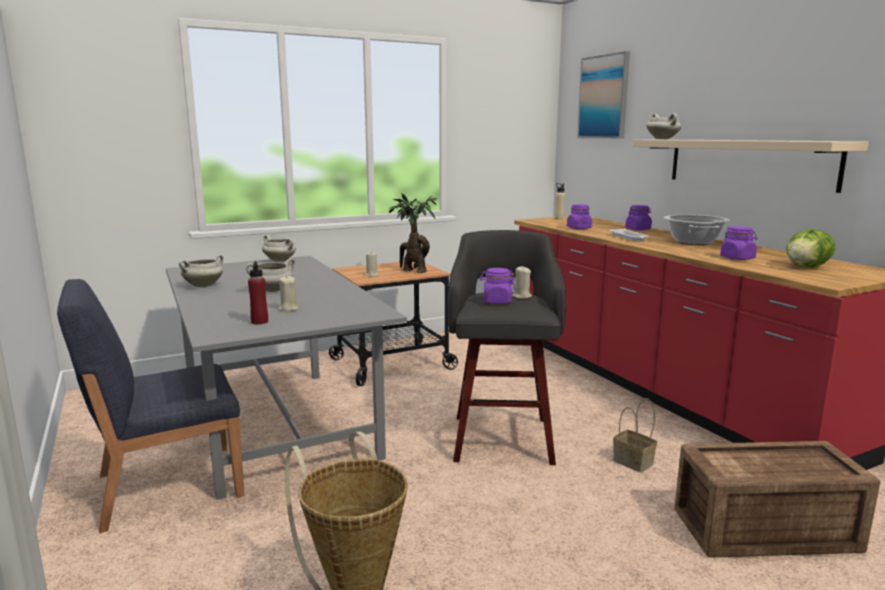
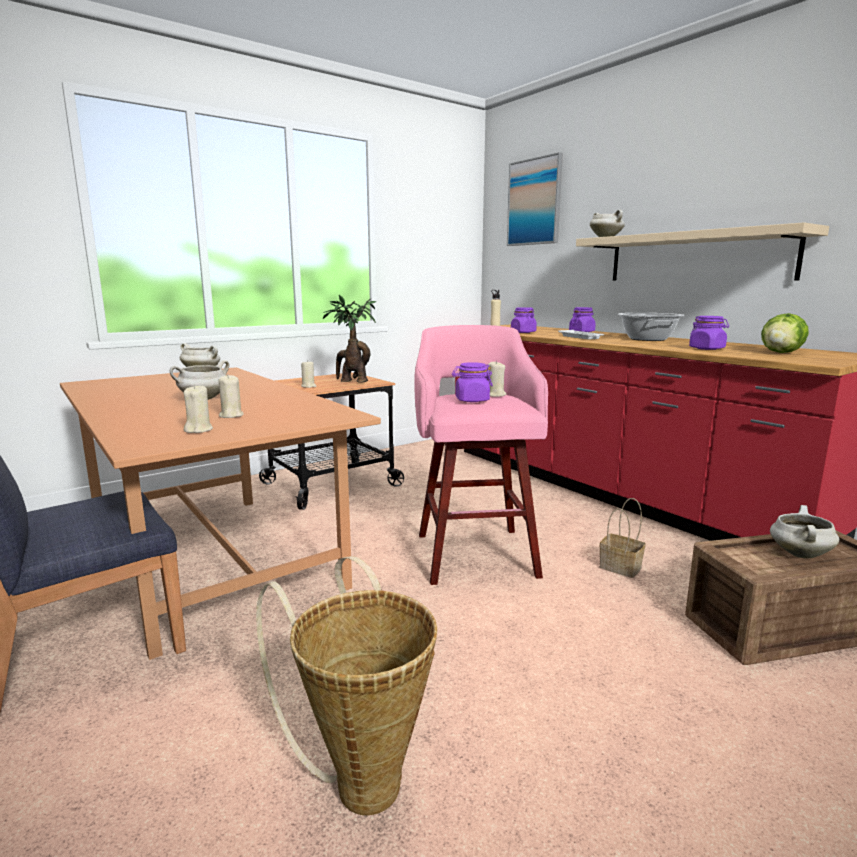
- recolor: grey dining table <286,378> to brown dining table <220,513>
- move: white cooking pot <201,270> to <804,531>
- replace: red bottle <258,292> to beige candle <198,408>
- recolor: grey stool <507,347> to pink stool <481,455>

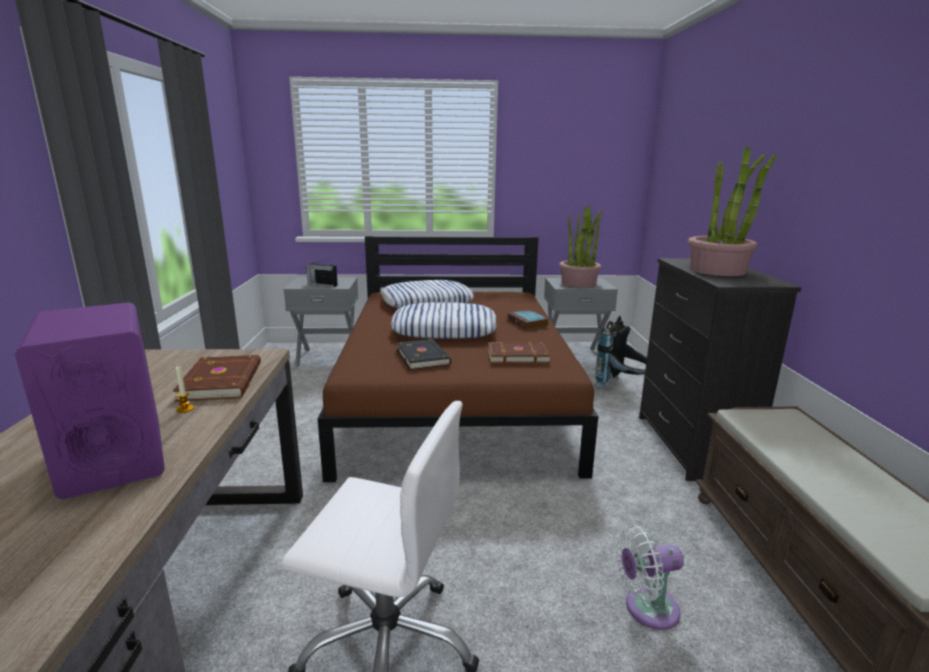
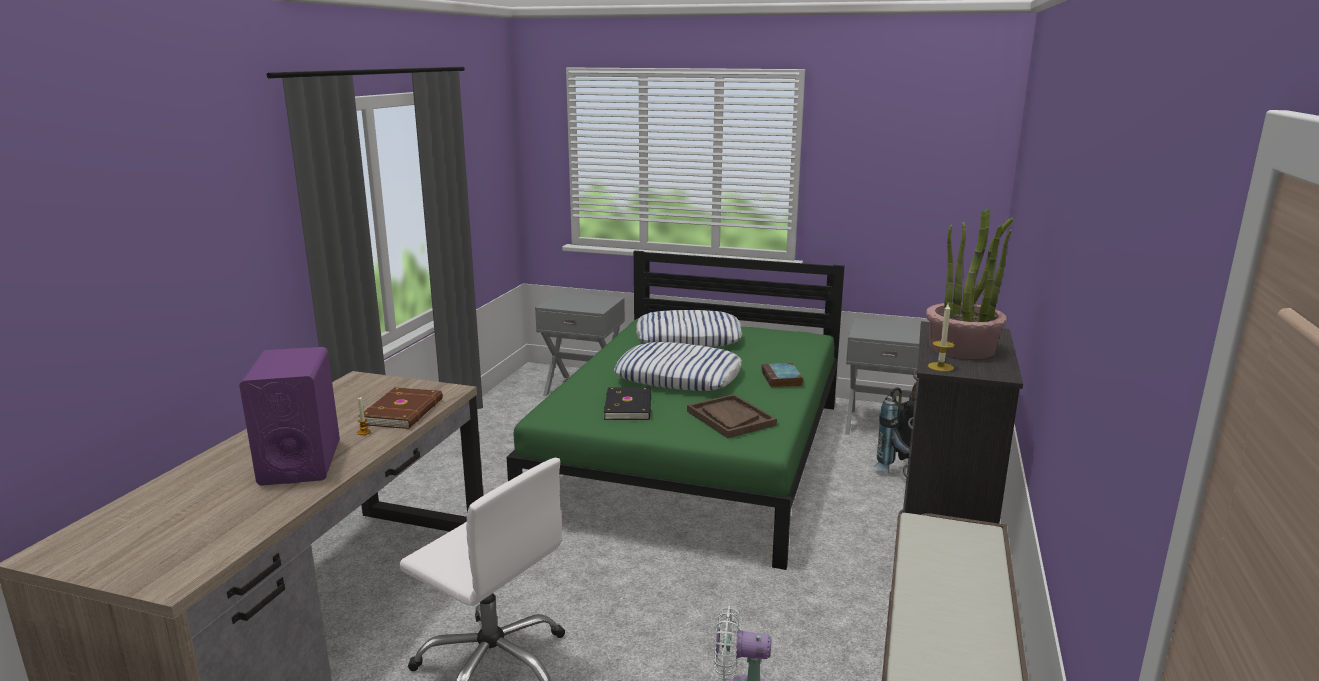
- delete: radio <322,273>
- recolor: brown bed <458,359> to green bed <676,410>
- replace: brown book <519,353> to brown tray <732,416>
- delete: potted plant <580,246>
- insert: candle <941,337>

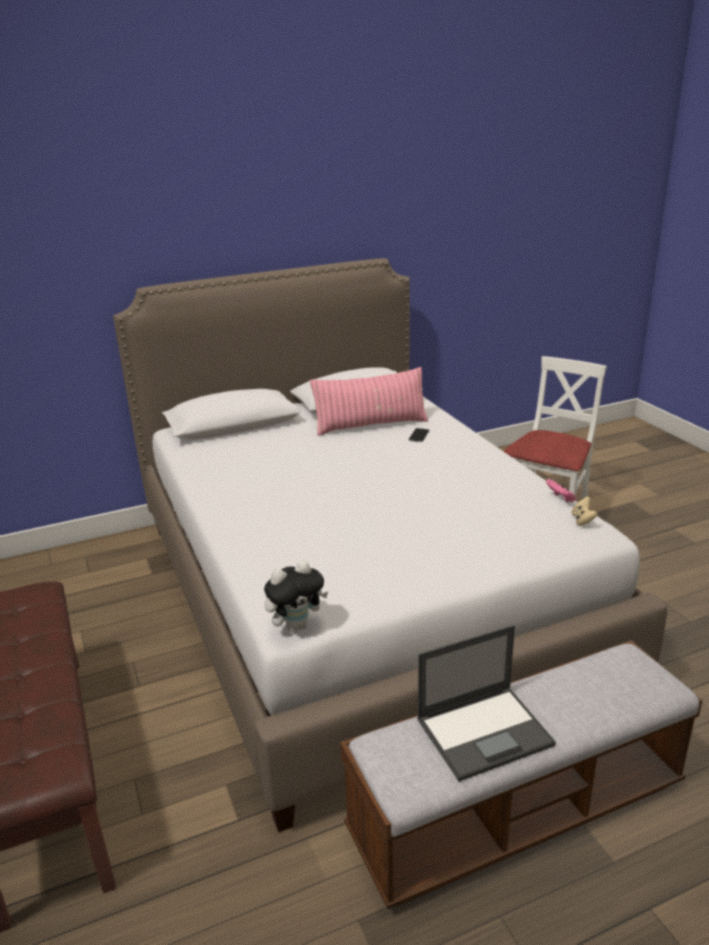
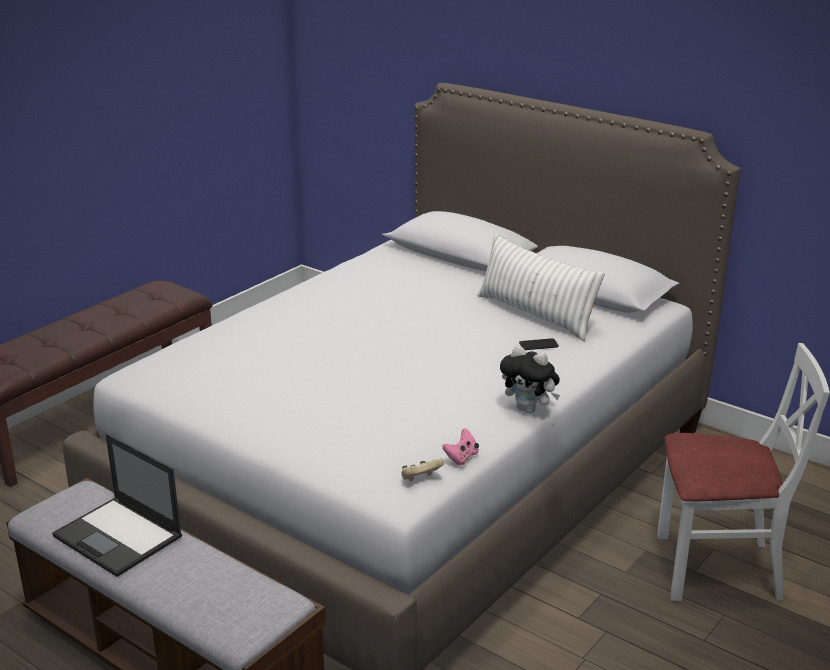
- move: plush toy <296,596> to <530,379>
- recolor: pink pillow <369,401> to white pillow <541,287>

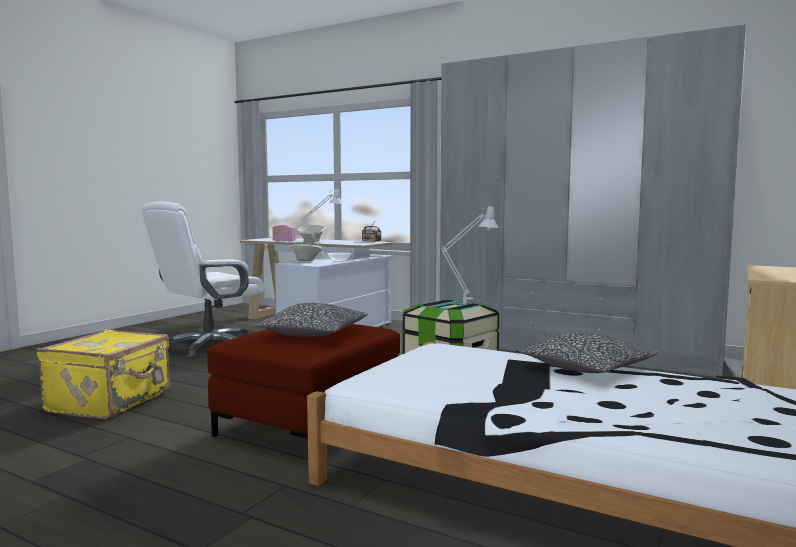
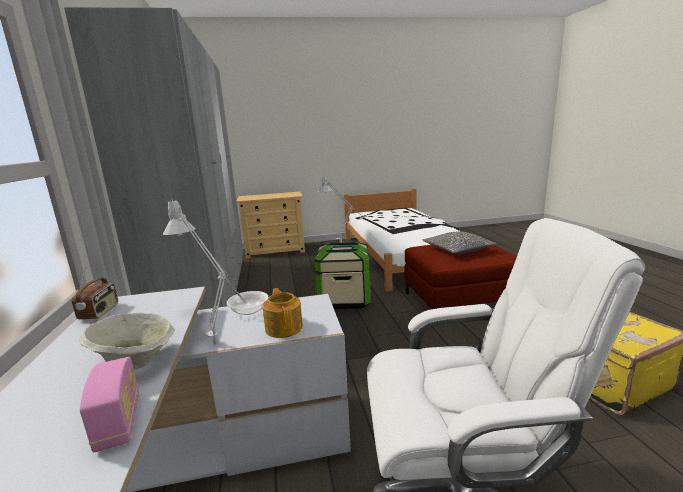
- replace: beige bowl <305,252> to teapot <283,313>
- delete: pillow <589,352>

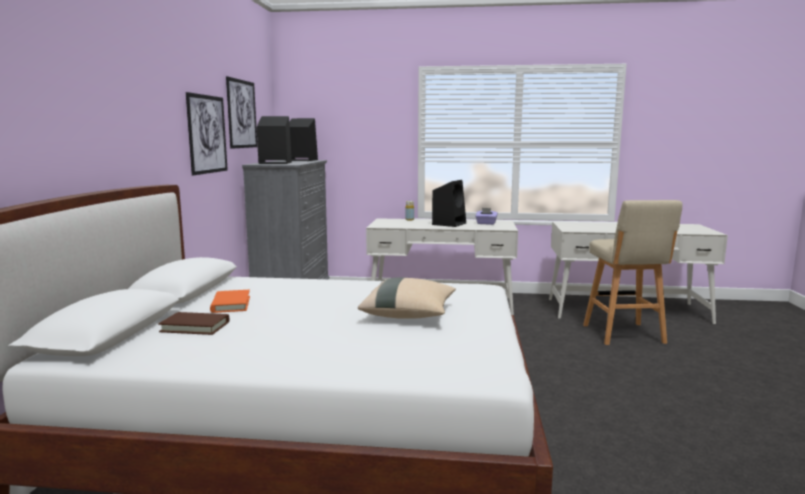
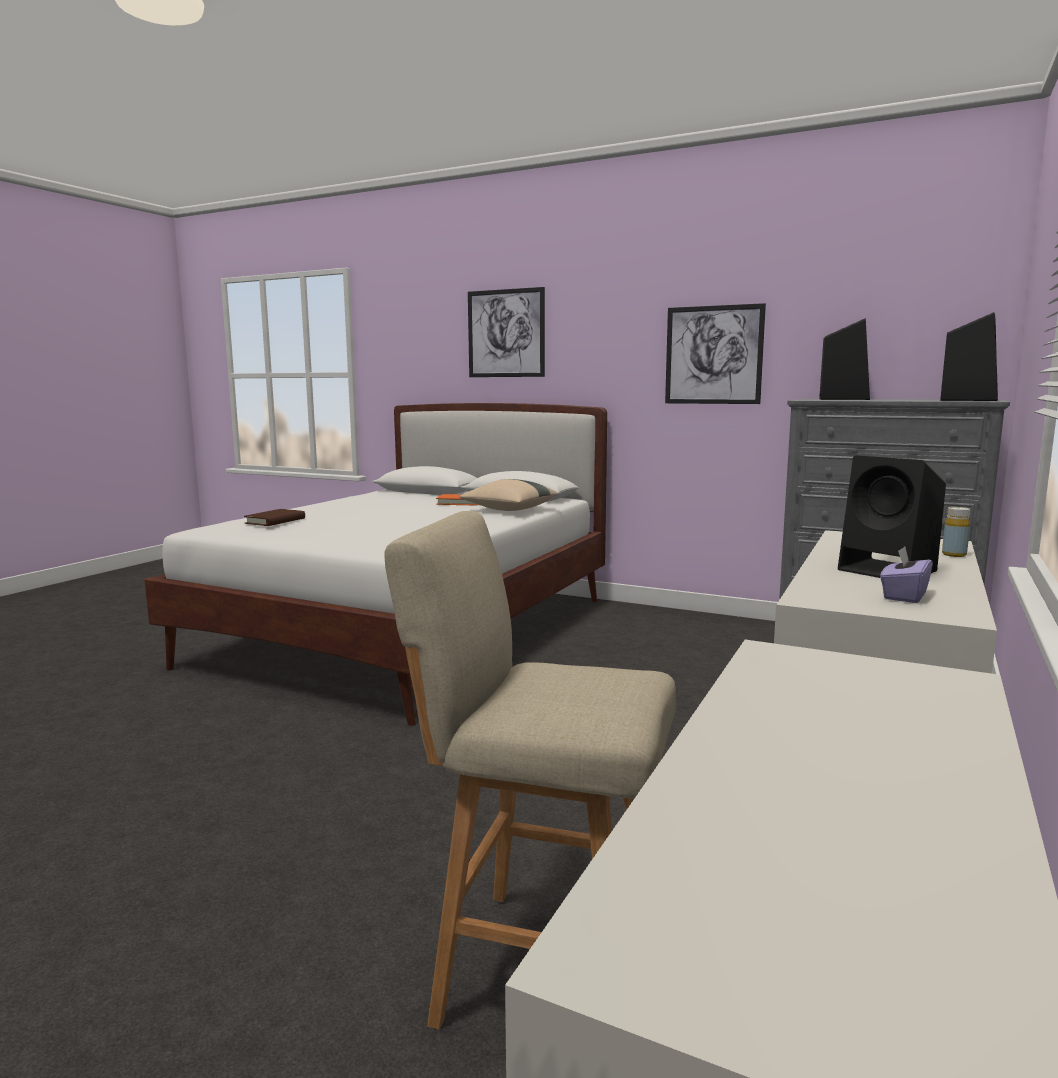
- move: brown book <193,323> to <274,517>
- move: picture <241,112> to <506,332>
- move: beige pillow <407,298> to <508,495>

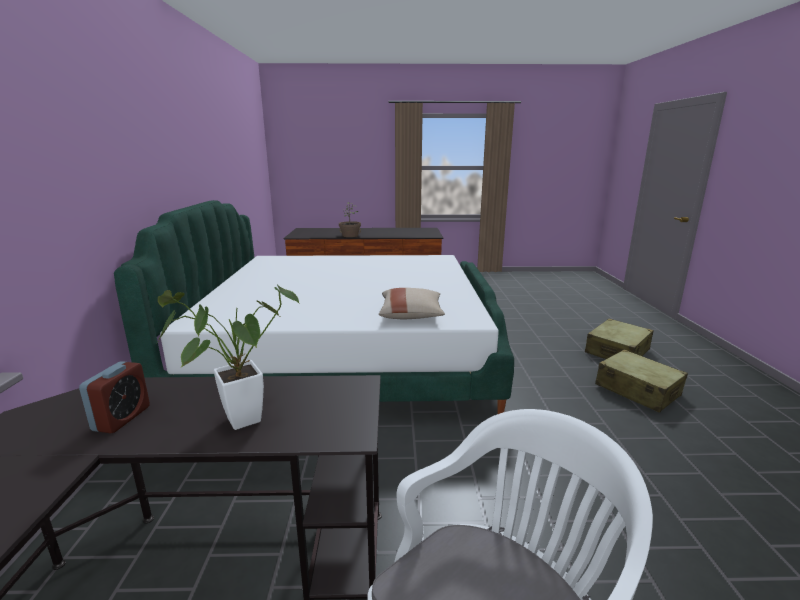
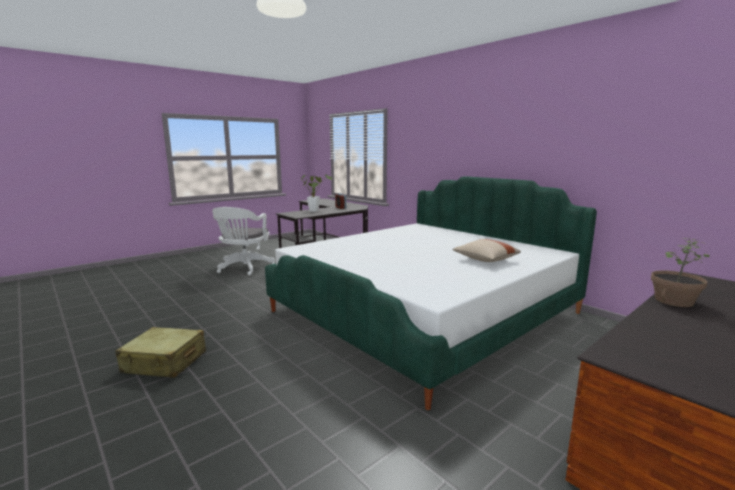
- move: beige pillow <412,303> to <486,250>
- delete: beige suitcase <619,339>

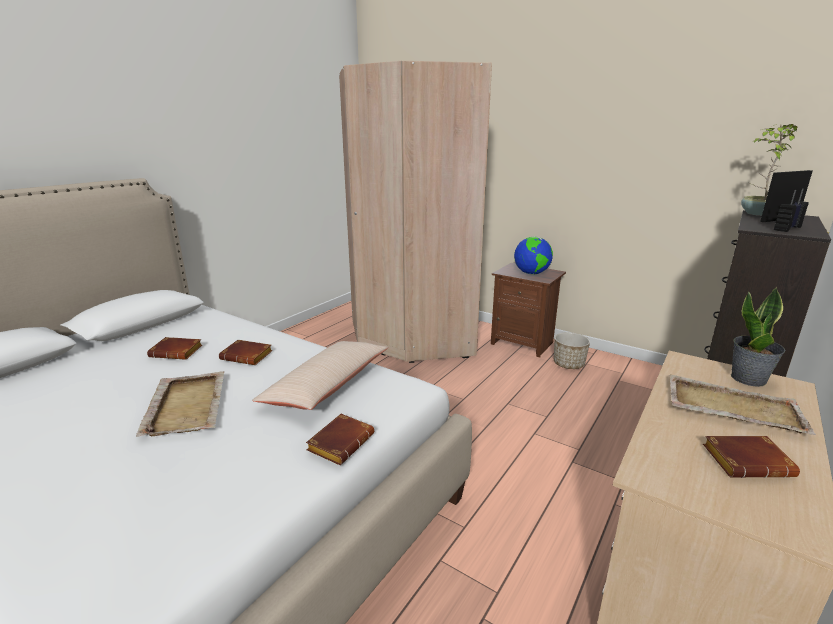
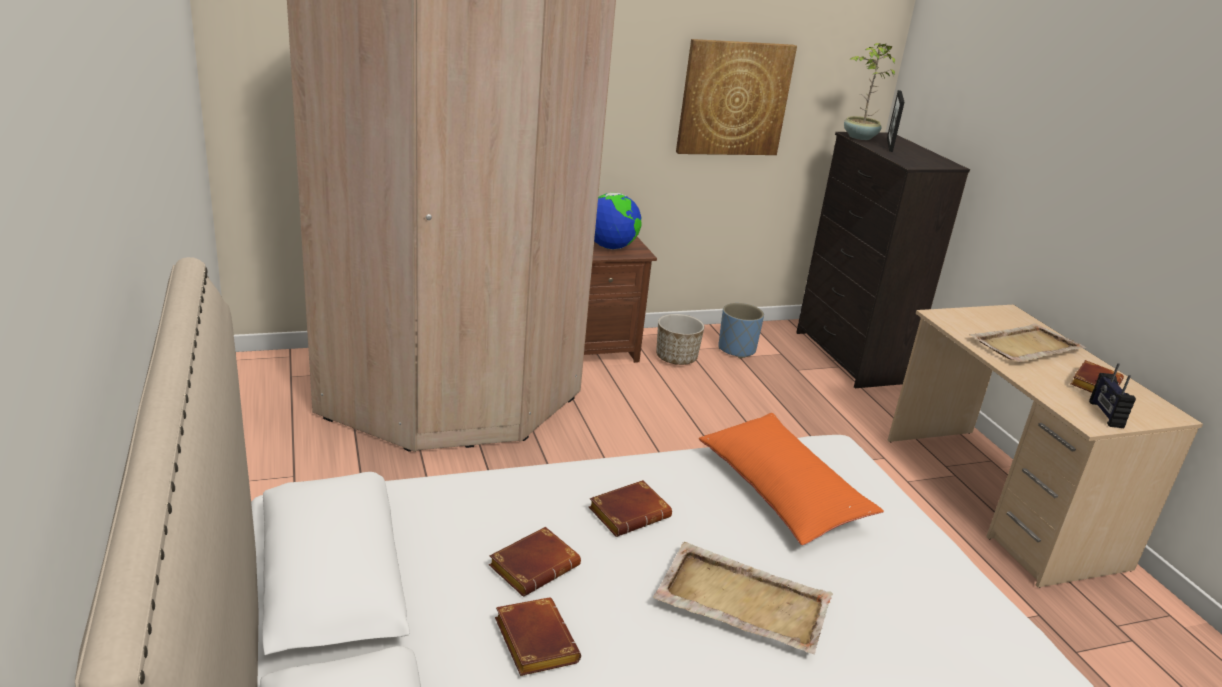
- recolor: beige pillow <320,375> to orange pillow <791,479>
- move: brown book <340,439> to <538,637>
- delete: potted plant <758,337>
- move: radio <791,210> to <1112,395>
- insert: picture <736,97>
- insert: blue planter <741,330>

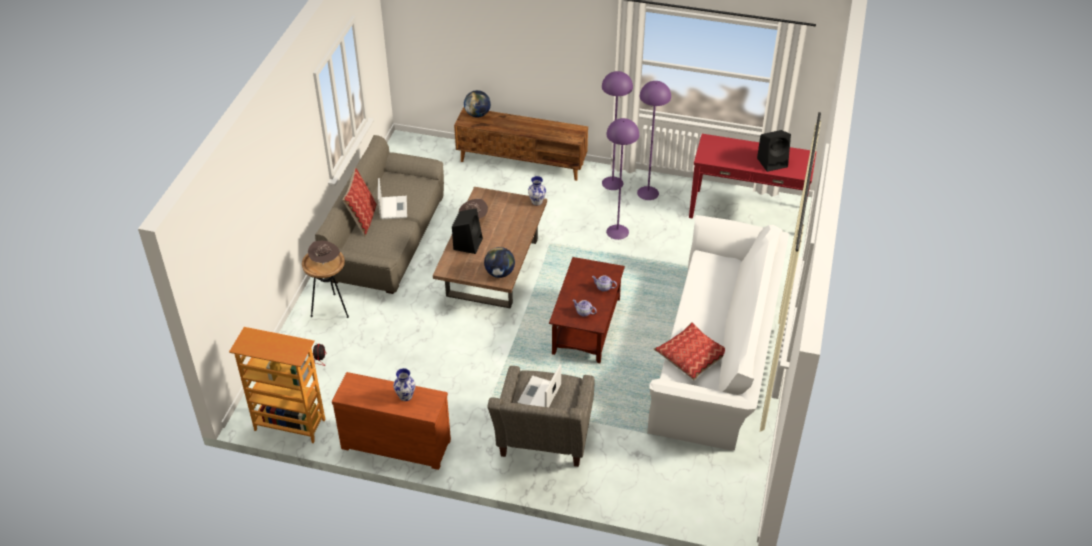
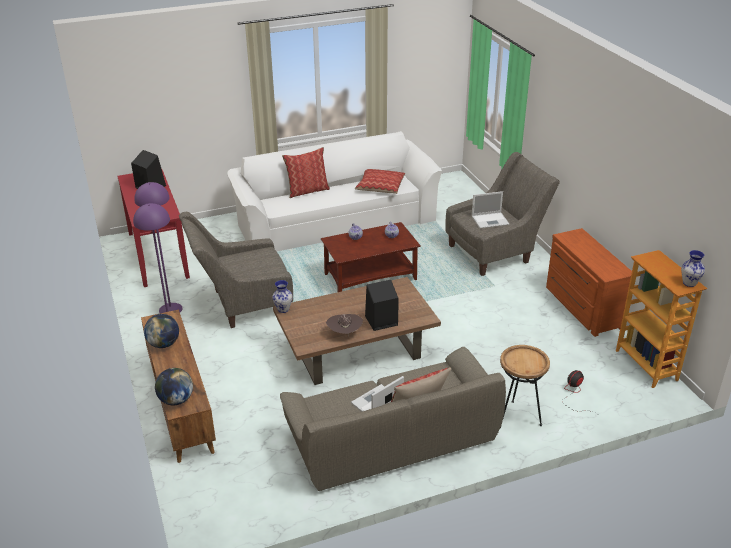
- delete: brown hat <324,252>
- move: vase <404,384> to <693,268>
- move: globe <499,262> to <161,331>
- replace: purple floor lamp <622,179> to grey armchair <236,270>
- insert: pillow <306,172>

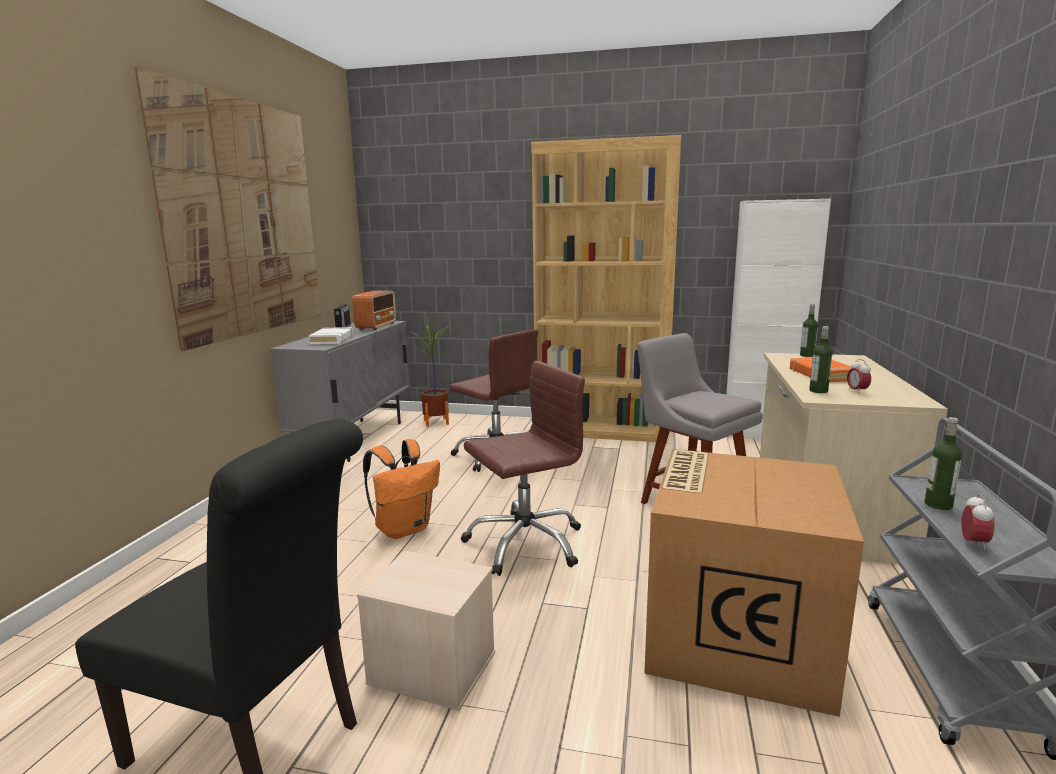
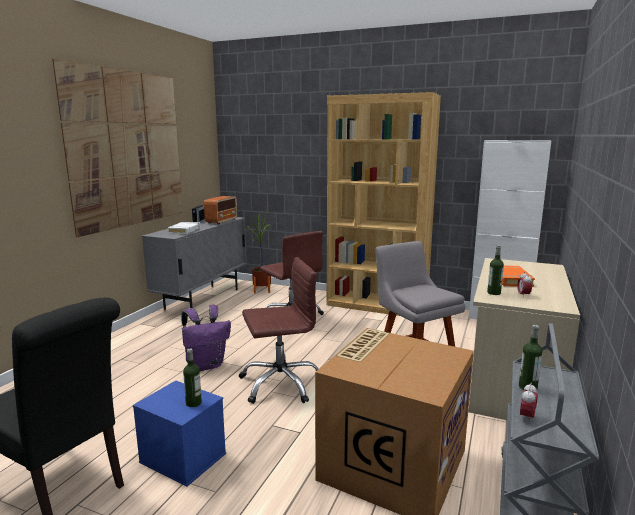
- recolor: beige storage box <426,631> to blue storage box <179,434>
- recolor: orange backpack <401,489> to purple backpack <206,338>
- move: bottle <809,330> to <192,378>

